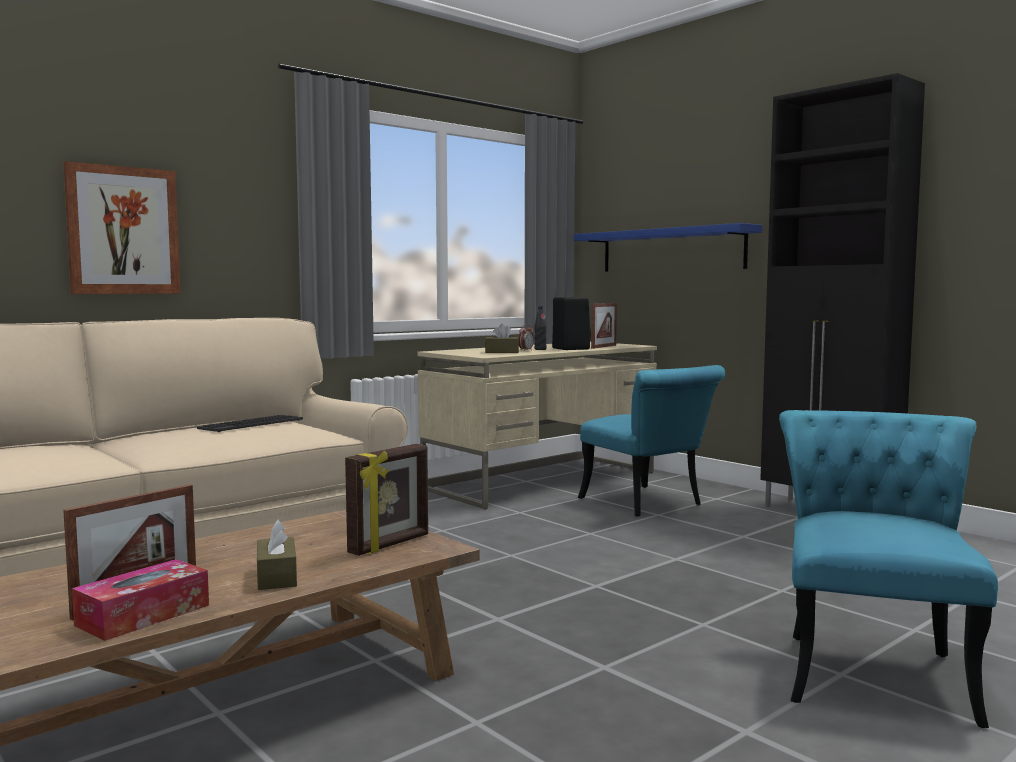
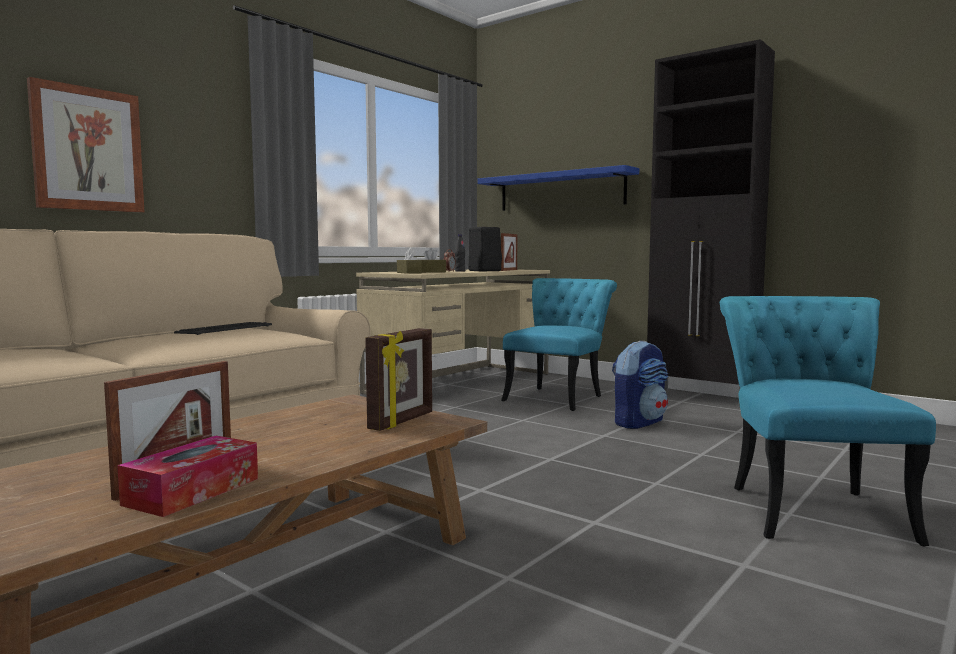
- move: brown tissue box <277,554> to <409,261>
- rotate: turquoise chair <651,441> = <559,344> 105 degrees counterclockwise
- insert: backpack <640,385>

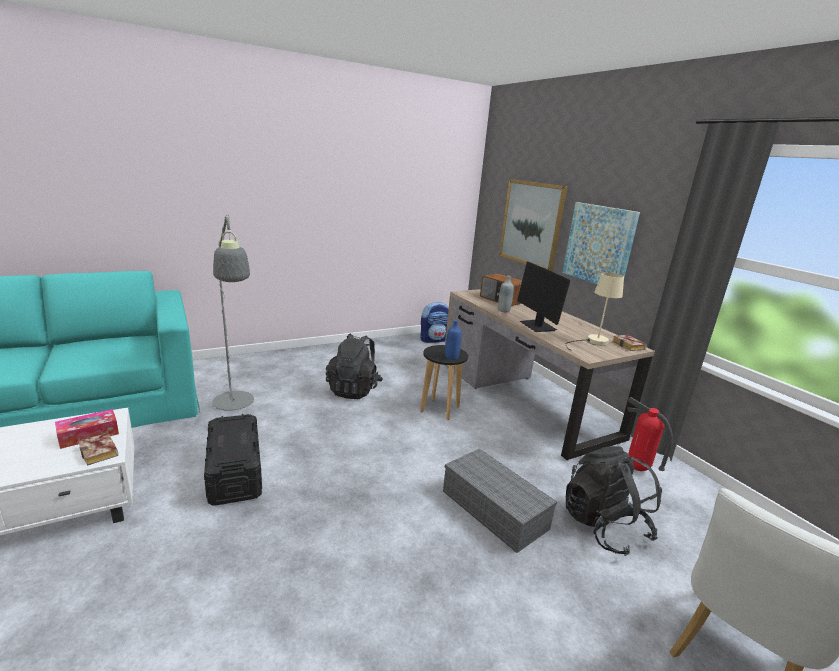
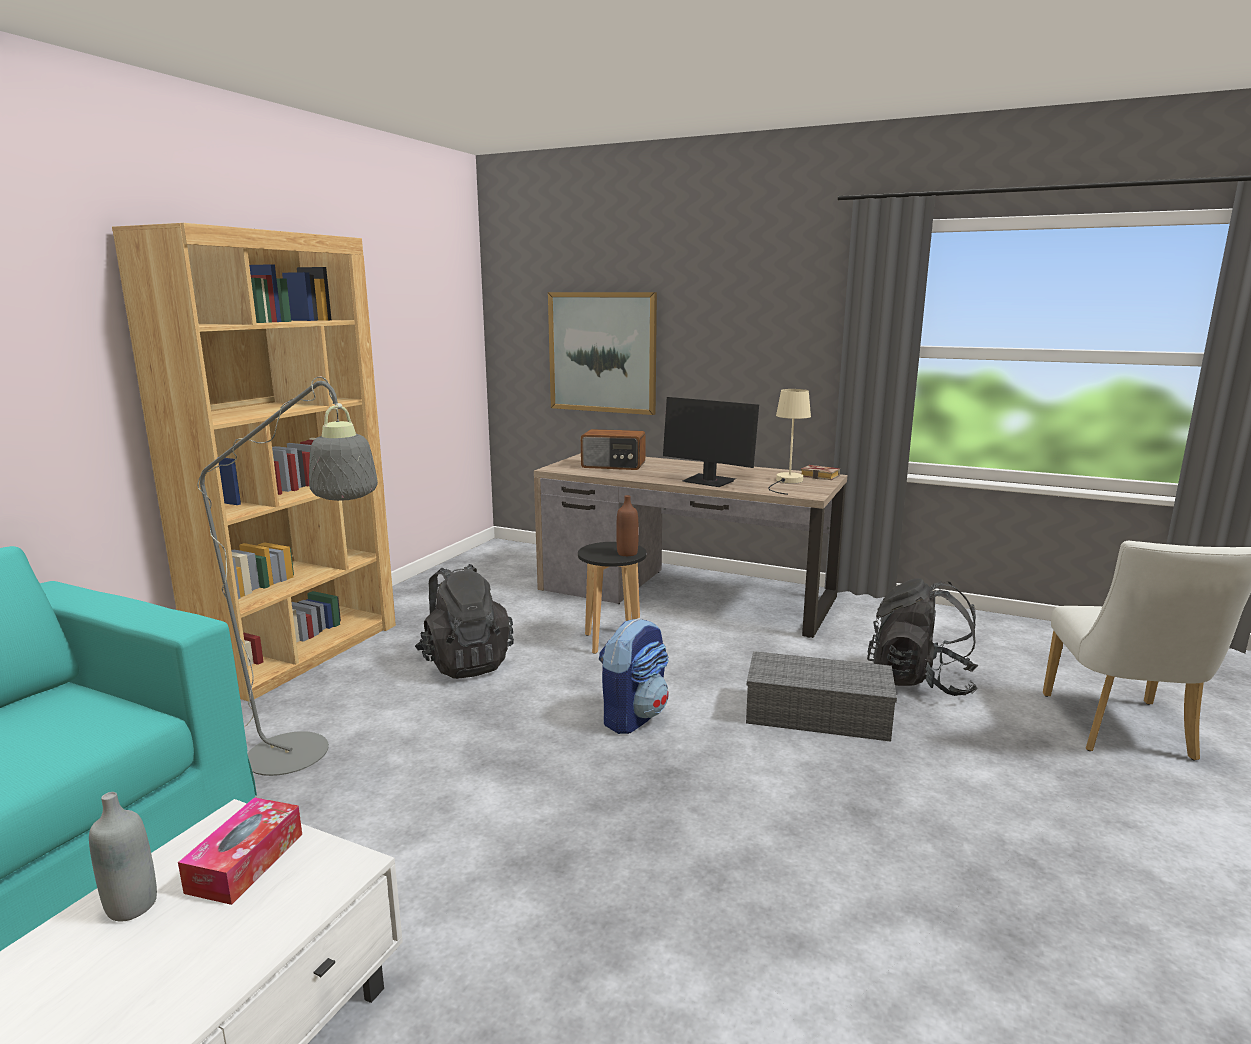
- delete: book <98,449>
- delete: black storage box <233,459>
- move: backpack <434,322> to <634,676>
- recolor: blue bottle <453,340> to brown bottle <627,525>
- move: grey bottle <506,294> to <123,857>
- delete: picture <601,243>
- delete: fire extinguisher <650,434>
- insert: brown bookcase <254,462>

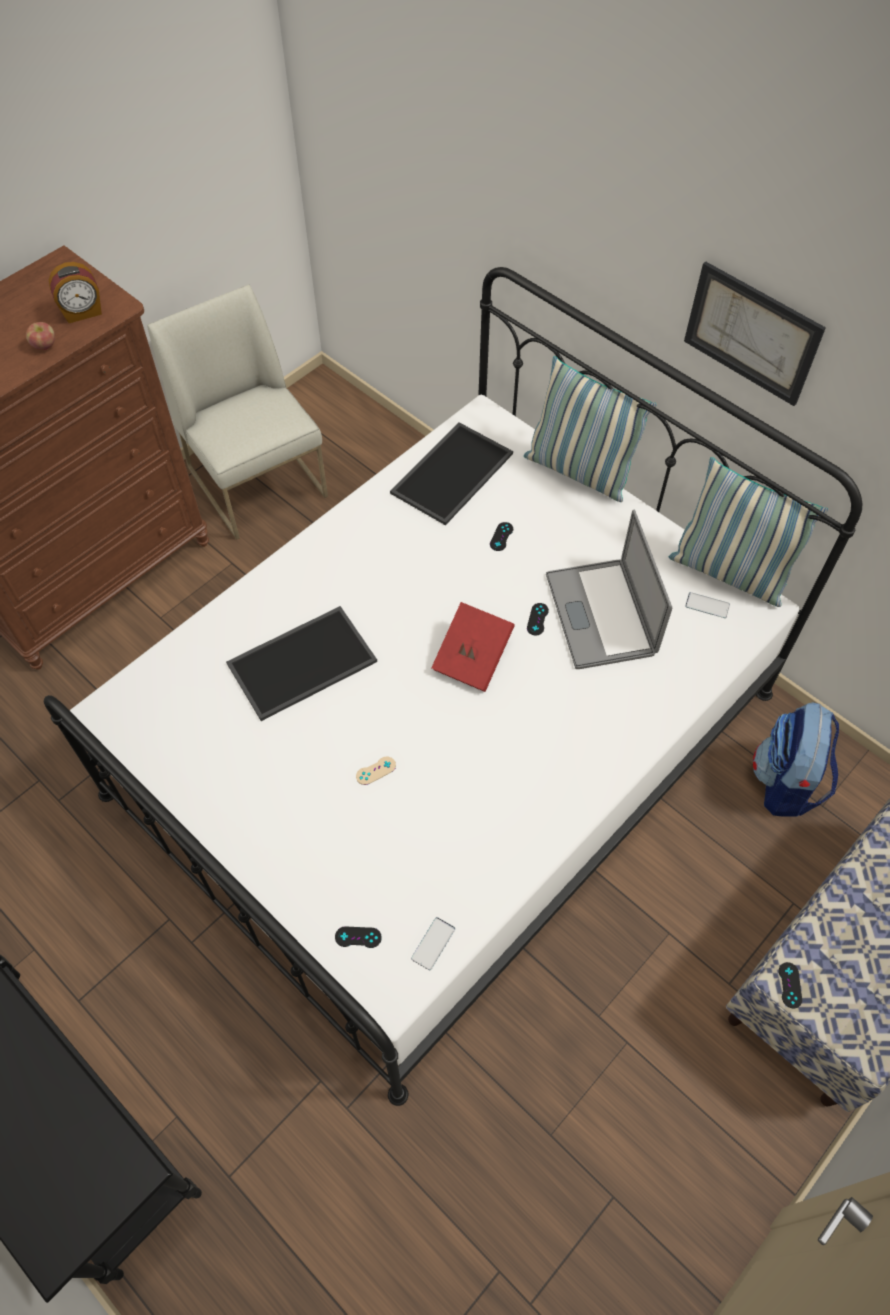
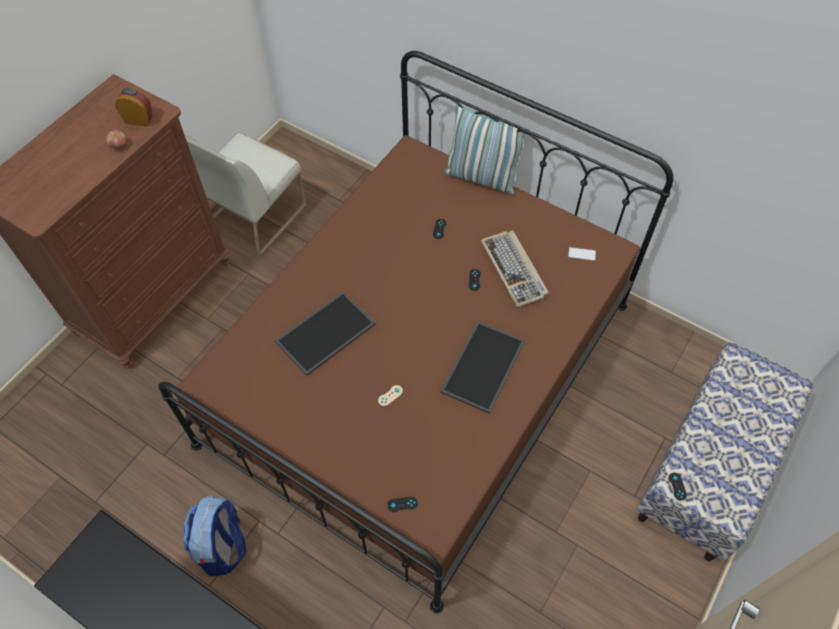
- recolor: white bed <453,686> to brown bed <416,332>
- rotate: alarm clock <75,292> = <134,107> 135 degrees counterclockwise
- rotate: white chair <237,412> = <245,195> 105 degrees counterclockwise
- move: tray <451,473> to <482,367>
- delete: phone <433,943>
- delete: red book <473,647>
- replace: laptop <609,589> to keyboard <515,269>
- delete: pillow <748,532>
- delete: picture <755,333>
- move: backpack <796,759> to <215,535>

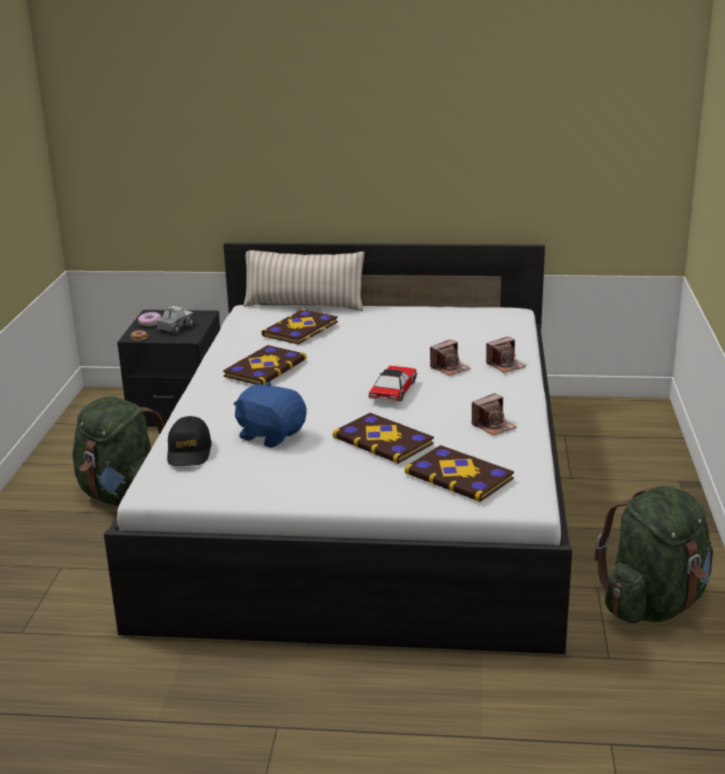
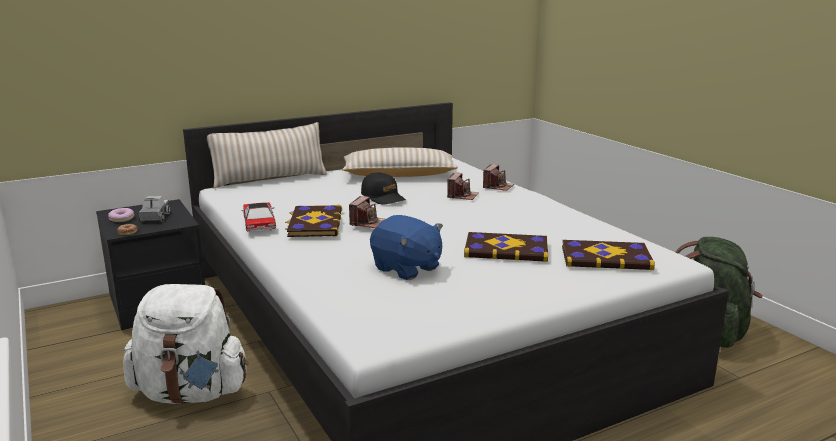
- recolor: green backpack <118,452> to white backpack <185,344>
- move: black cap <189,441> to <383,188>
- rotate: blue plush toy <270,414> = <406,247> 135 degrees counterclockwise
- delete: book <299,327>
- move: toy car <393,384> to <258,216>
- move: photo camera <494,414> to <367,212>
- insert: beige pillow <400,162>

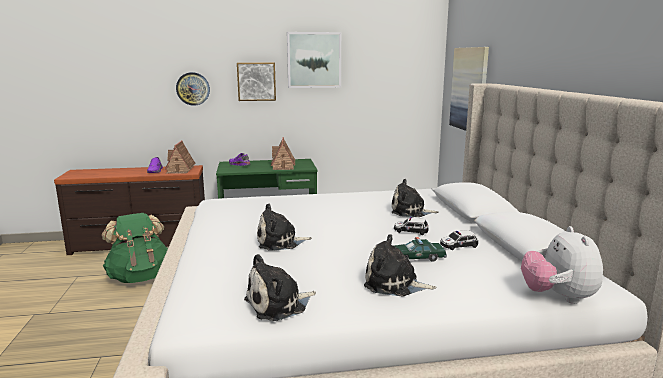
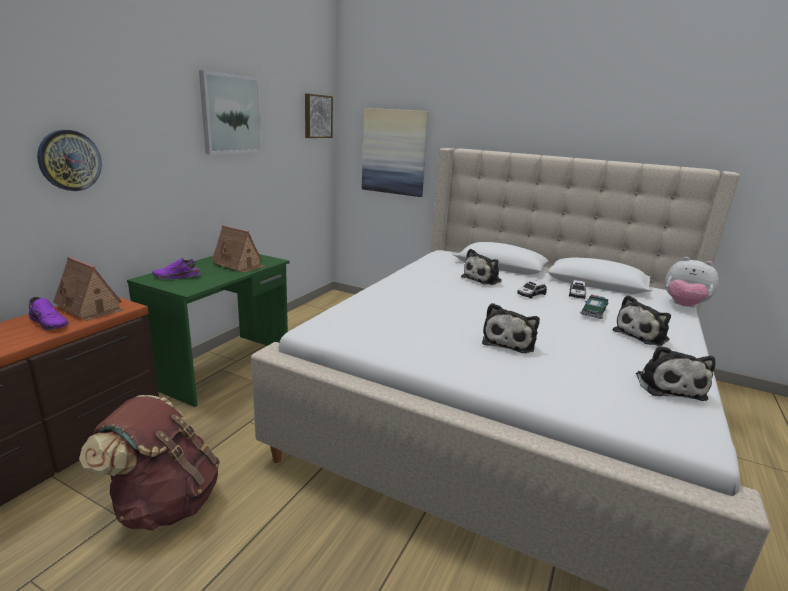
- recolor: green backpack <135,248> to brown backpack <149,463>
- move: picture <256,82> to <319,116>

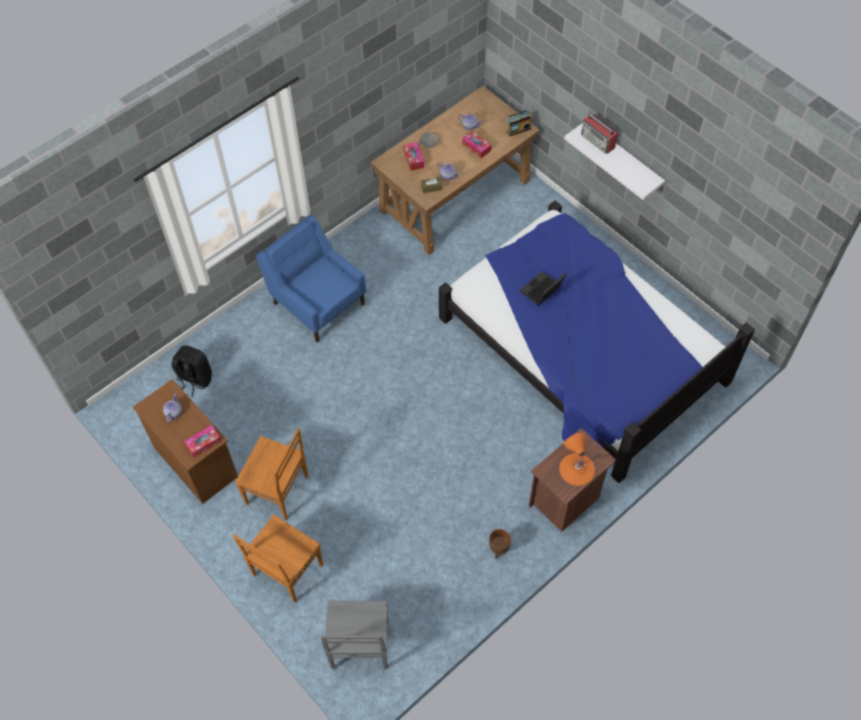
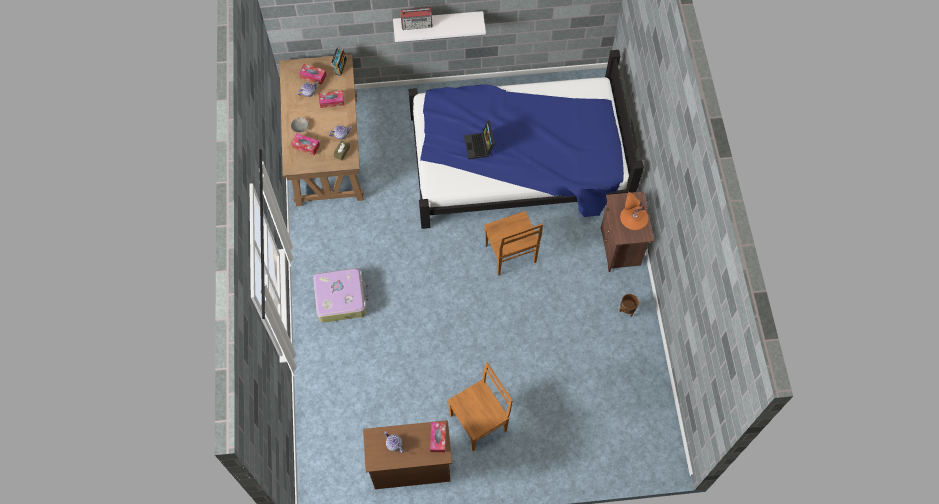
- delete: black backpack <192,371>
- move: brown chair <278,559> to <513,243>
- replace: blue armchair <311,278> to suitcase <340,295>
- delete: grey chair <354,635>
- insert: tissue box <312,74>

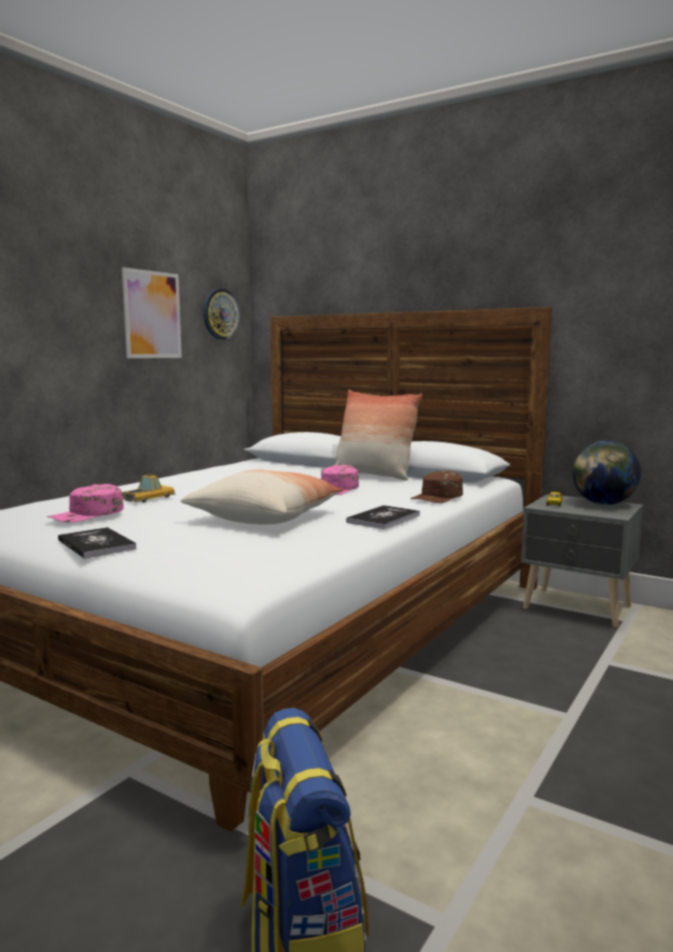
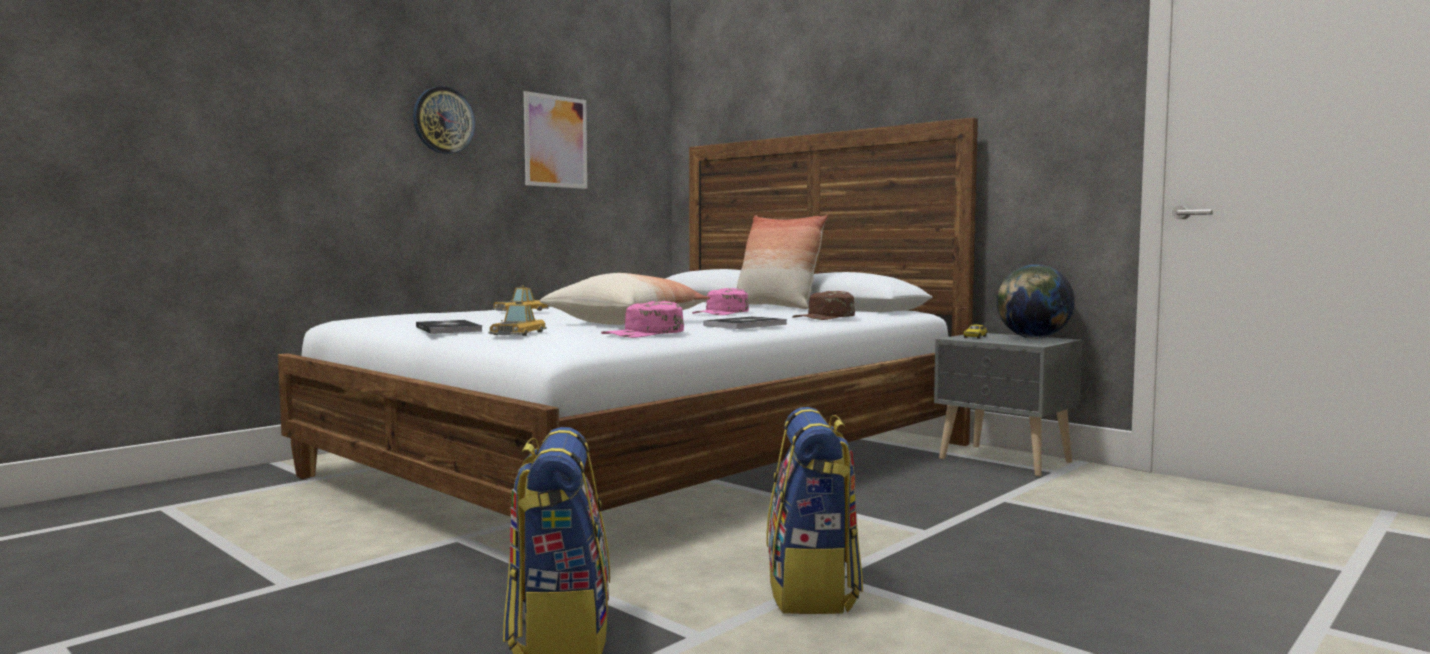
- move: pink cap <85,503> to <642,319>
- move: wall clock <221,314> to <444,120>
- insert: toy car <517,318>
- insert: backpack <814,510>

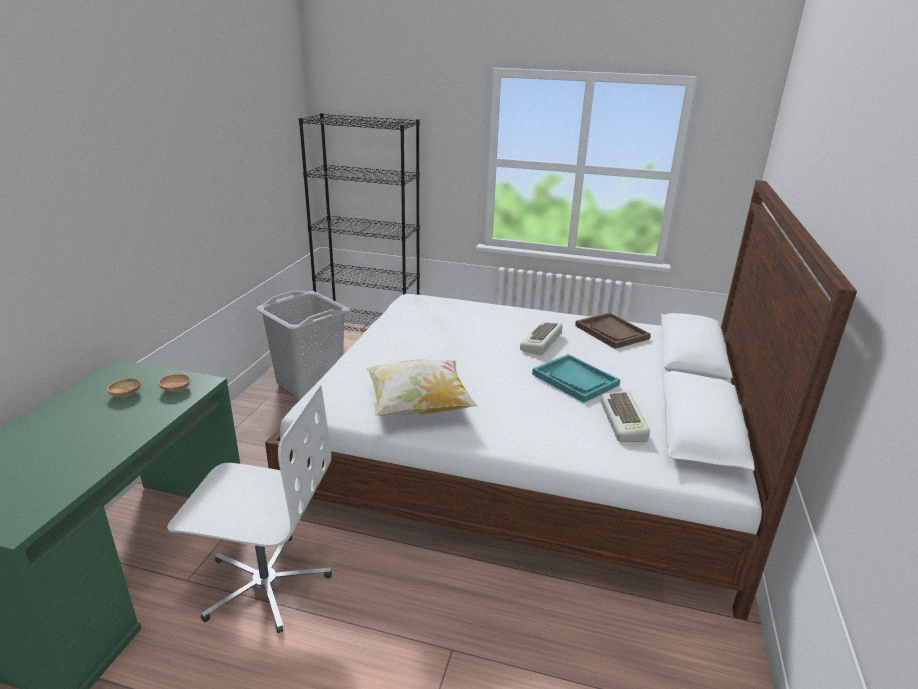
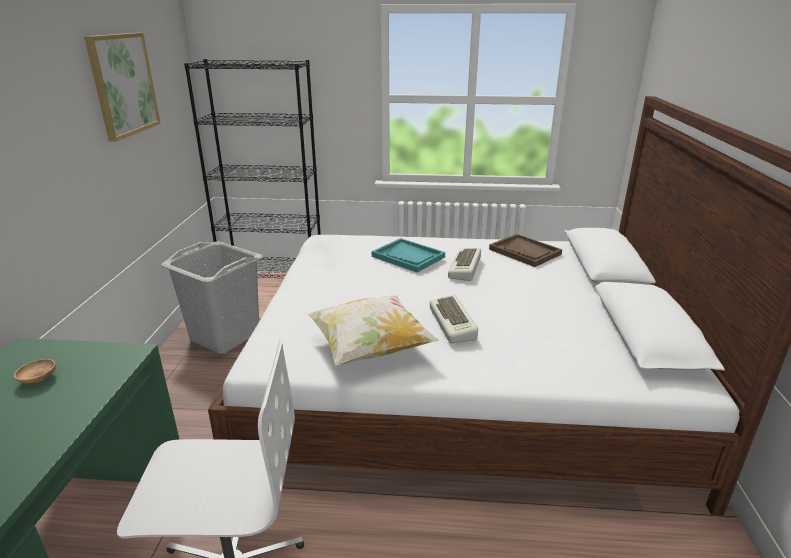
- delete: brown bowl <174,383>
- move: turquoise tray <576,378> to <408,255>
- move: keyboard <625,416> to <454,319>
- insert: picture <122,87>

